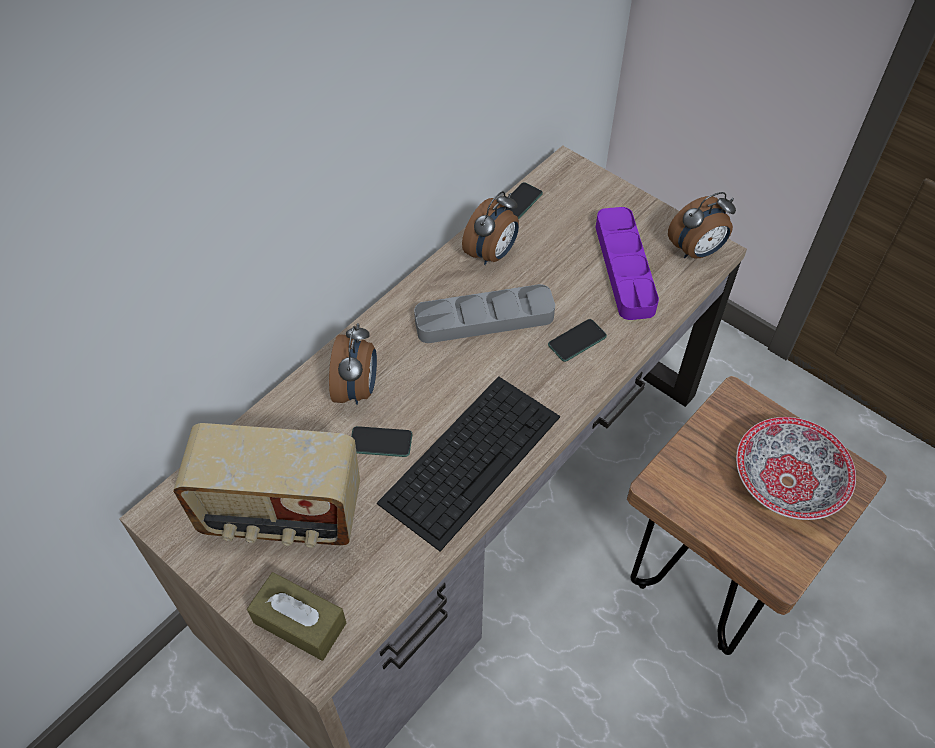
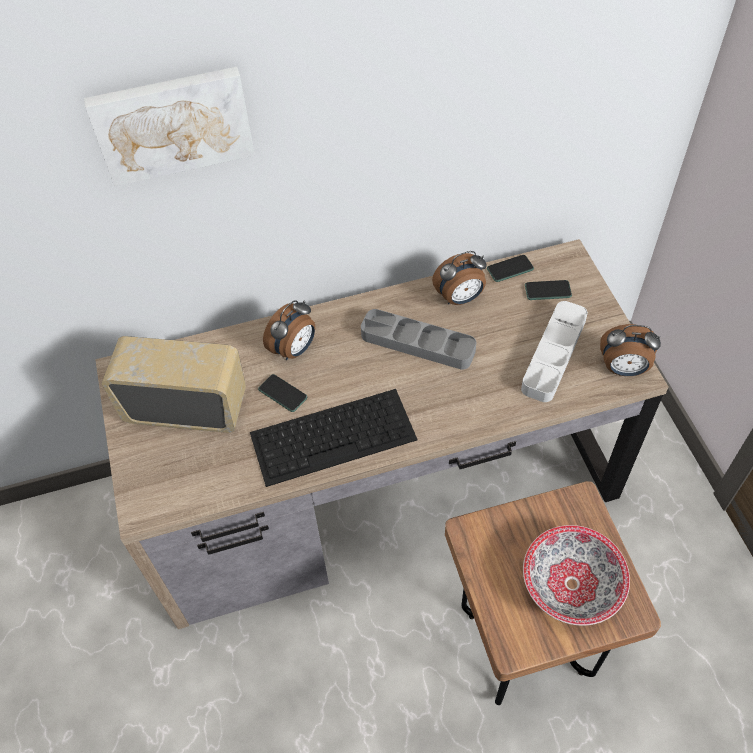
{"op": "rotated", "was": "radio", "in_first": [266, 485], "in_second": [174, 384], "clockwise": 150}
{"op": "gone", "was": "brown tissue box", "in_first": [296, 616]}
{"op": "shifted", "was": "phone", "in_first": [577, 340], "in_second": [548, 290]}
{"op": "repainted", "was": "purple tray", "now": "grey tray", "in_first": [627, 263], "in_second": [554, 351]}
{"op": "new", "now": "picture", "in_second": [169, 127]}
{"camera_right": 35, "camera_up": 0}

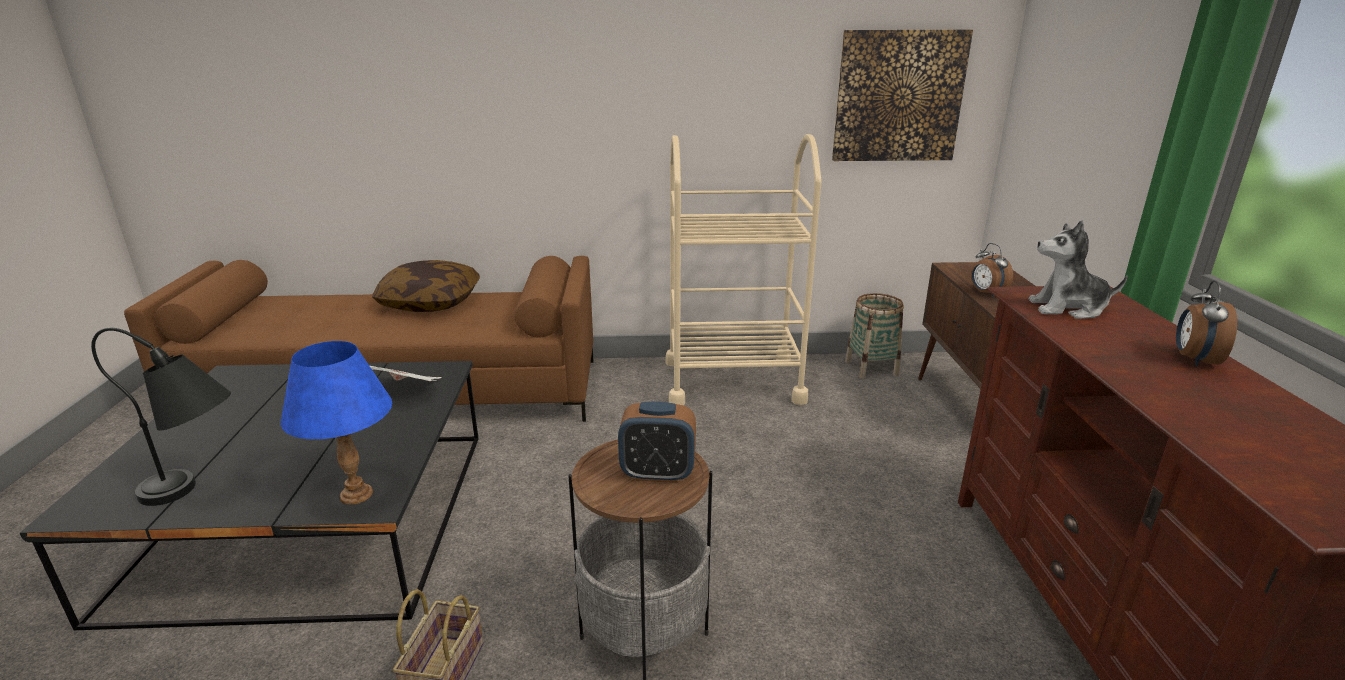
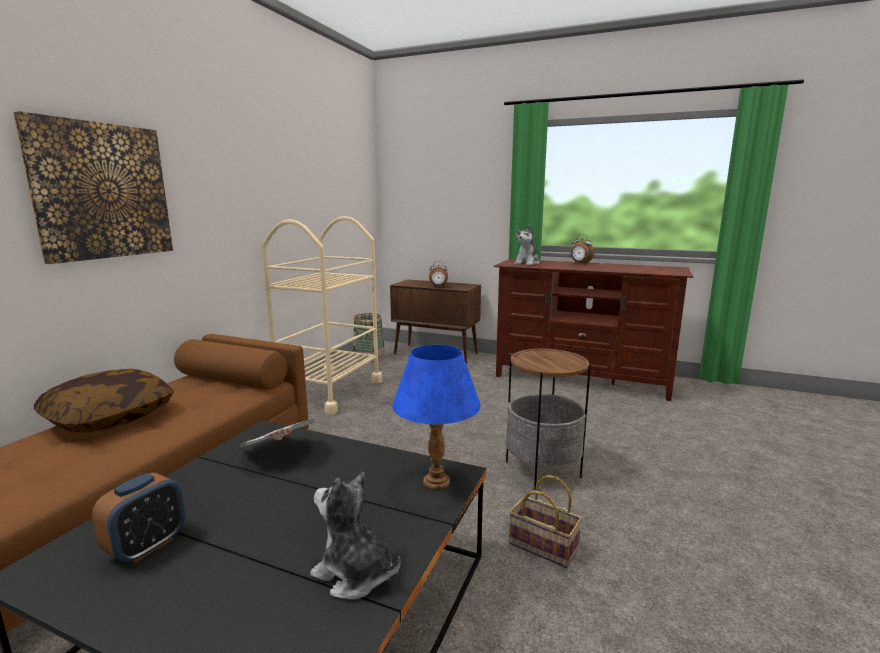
{"op": "swapped", "was": "black table lamp", "now": "plush toy", "in_first": [161, 417], "in_second": [355, 536]}
{"op": "shifted", "was": "alarm clock", "in_first": [657, 442], "in_second": [138, 518]}
{"op": "shifted", "was": "picture", "in_first": [902, 95], "in_second": [93, 187]}
{"camera_right": -65, "camera_up": -10}

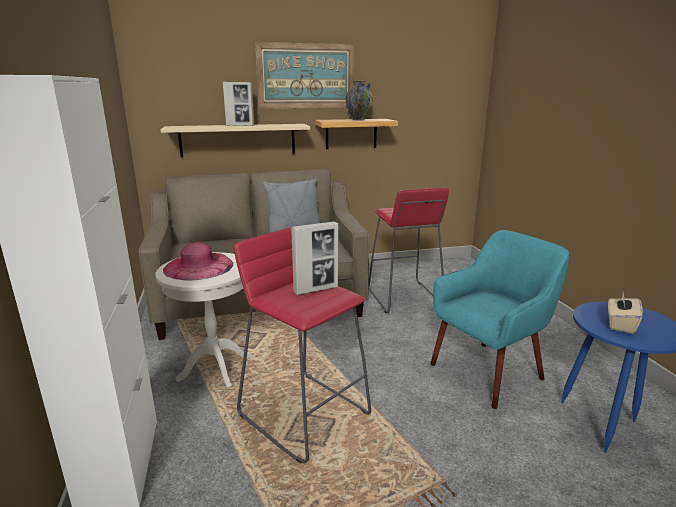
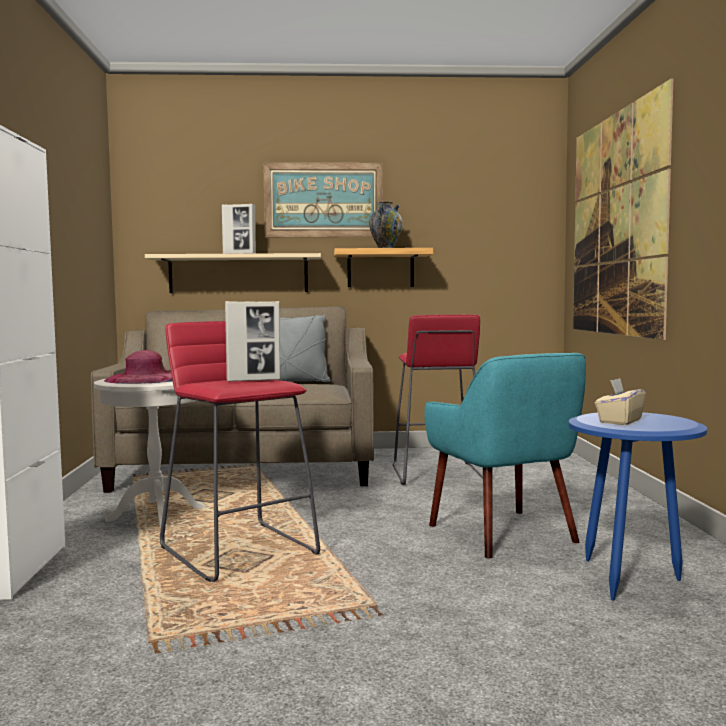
{"op": "rotated", "was": "turquoise armchair", "in_first": [500, 319], "in_second": [505, 456], "clockwise": 90}
{"op": "new", "now": "picture", "in_second": [623, 209]}
{"camera_right": 10, "camera_up": -15}

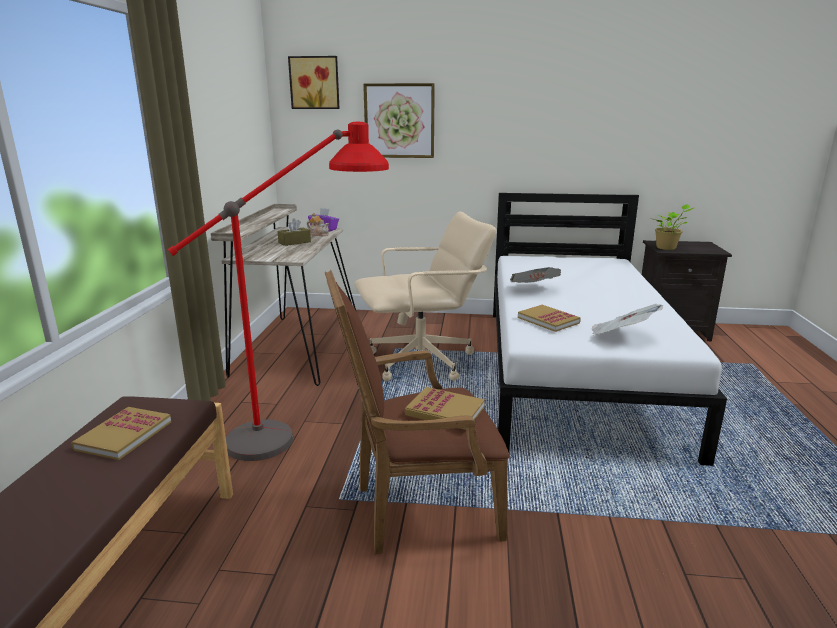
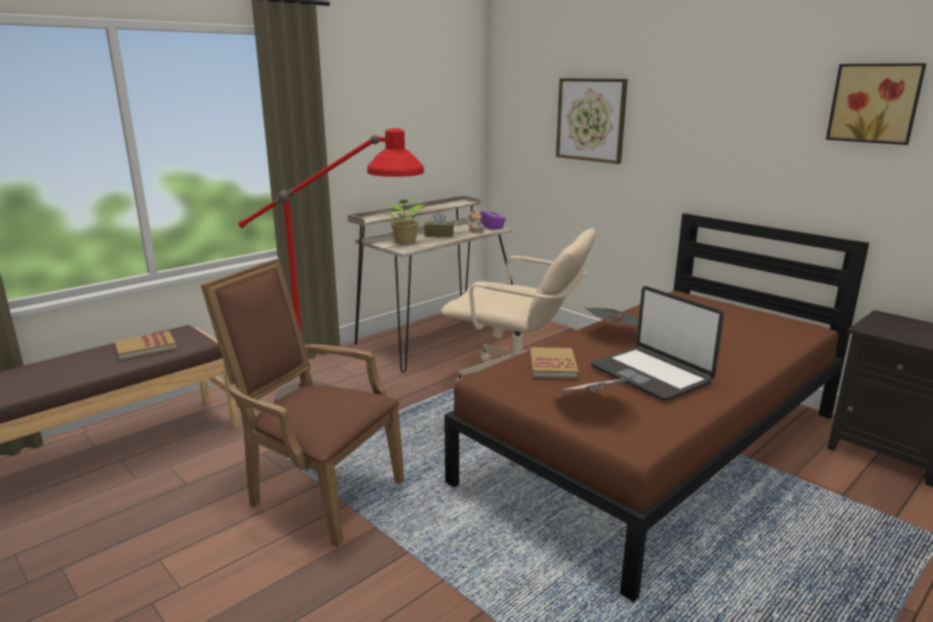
{"op": "shifted", "was": "picture", "in_first": [314, 82], "in_second": [876, 104]}
{"op": "gone", "was": "book", "in_first": [445, 408]}
{"op": "repainted", "was": "white bed", "now": "brown bed", "in_first": [610, 329], "in_second": [656, 407]}
{"op": "shifted", "was": "potted plant", "in_first": [673, 227], "in_second": [406, 220]}
{"op": "new", "now": "laptop", "in_second": [657, 343]}
{"camera_right": 40, "camera_up": 0}

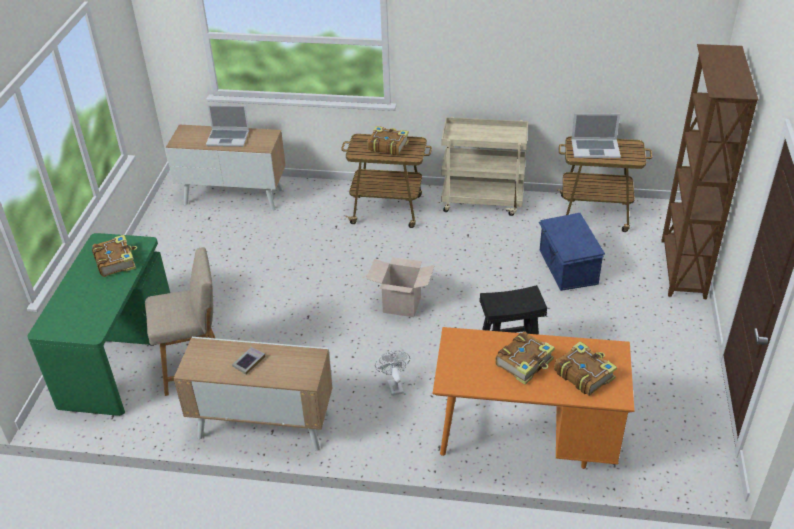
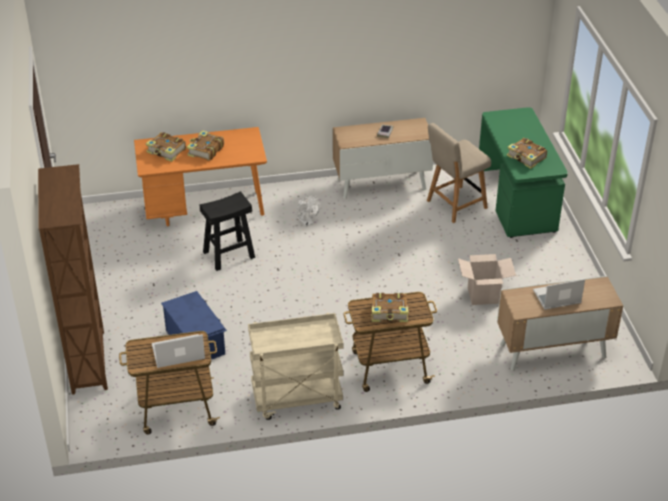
{"op": "shifted", "was": "cardboard box", "in_first": [400, 287], "in_second": [487, 279]}
{"camera_right": 160, "camera_up": 0}

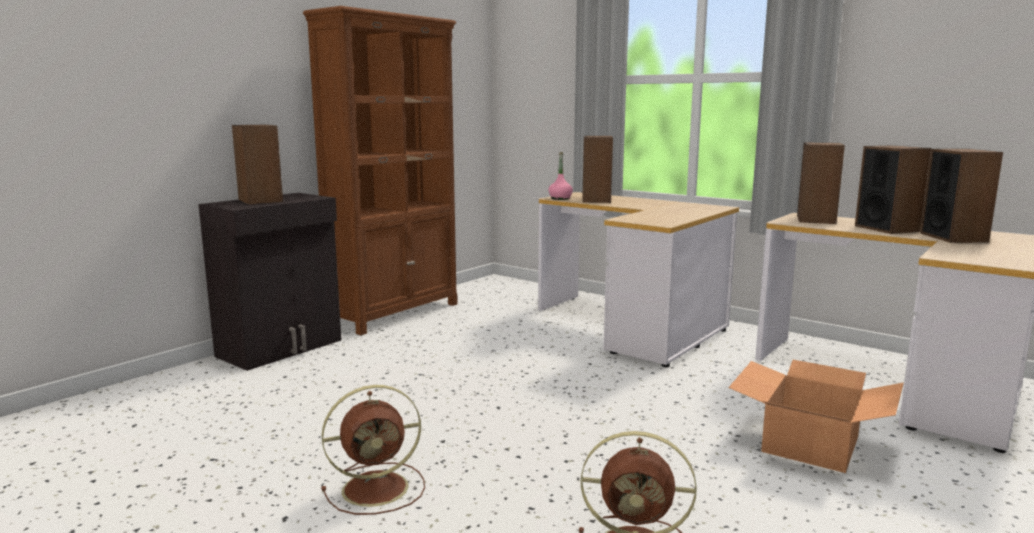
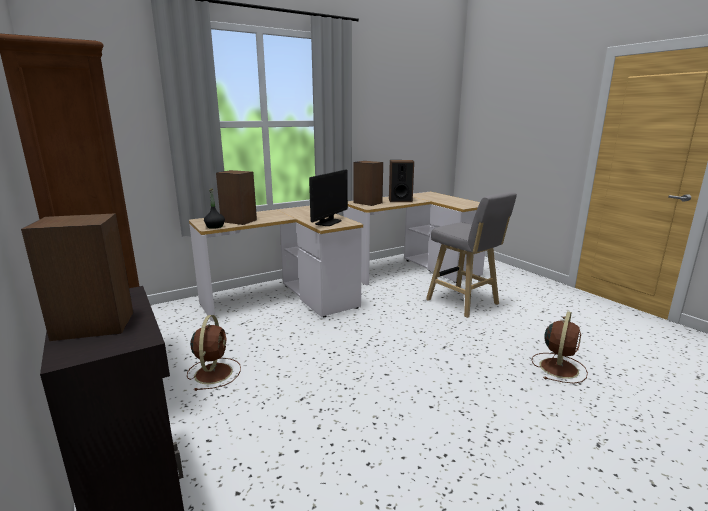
{"op": "shifted", "was": "brown fan", "in_first": [373, 450], "in_second": [214, 353]}
{"op": "repainted", "was": "pink bottle", "now": "black bottle", "in_first": [561, 176], "in_second": [214, 208]}
{"op": "swapped", "was": "cardboard box", "now": "grey stool", "in_first": [816, 416], "in_second": [471, 255]}
{"op": "gone", "was": "speaker", "in_first": [961, 196]}
{"op": "new", "now": "monitor", "in_second": [328, 198]}
{"camera_right": -70, "camera_up": 5}

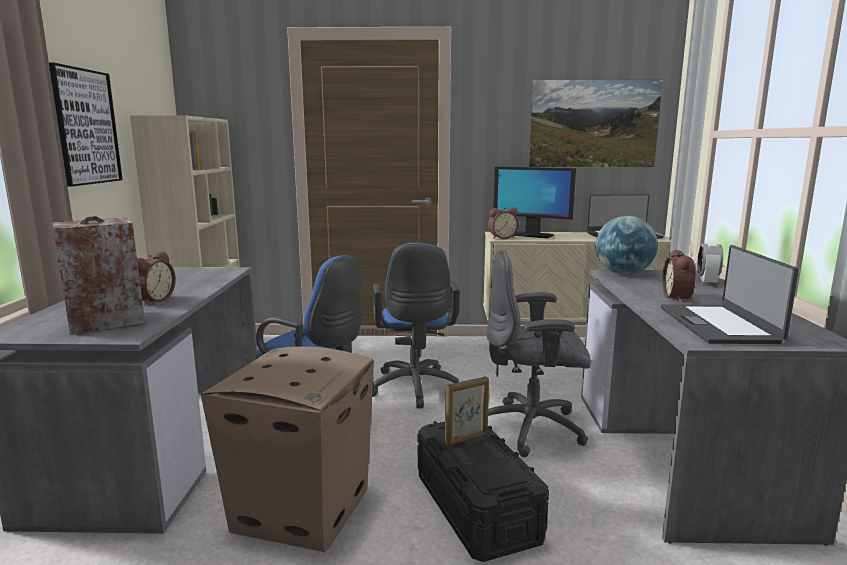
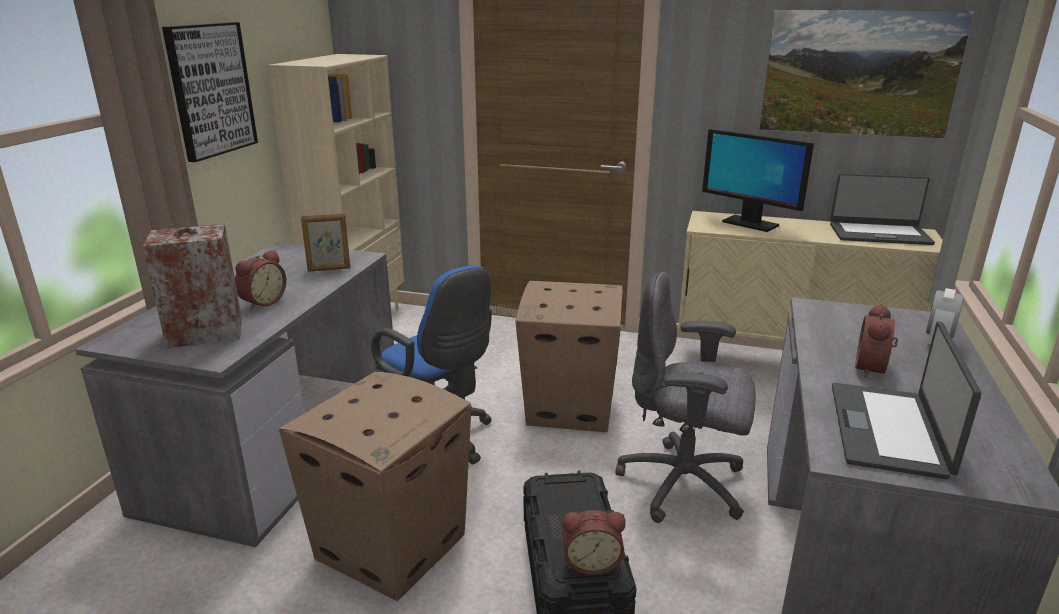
{"op": "swapped", "was": "blue office chair", "now": "cardboard box", "in_first": [416, 326], "in_second": [569, 356]}
{"op": "shifted", "was": "picture frame", "in_first": [467, 411], "in_second": [325, 242]}
{"op": "shifted", "was": "alarm clock", "in_first": [503, 223], "in_second": [594, 542]}
{"op": "gone", "was": "globe", "in_first": [626, 245]}
{"camera_right": 15, "camera_up": 10}

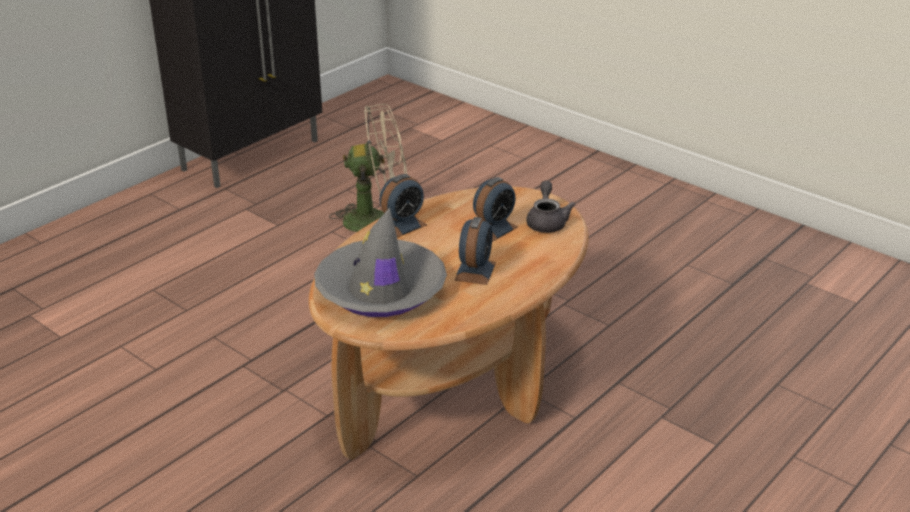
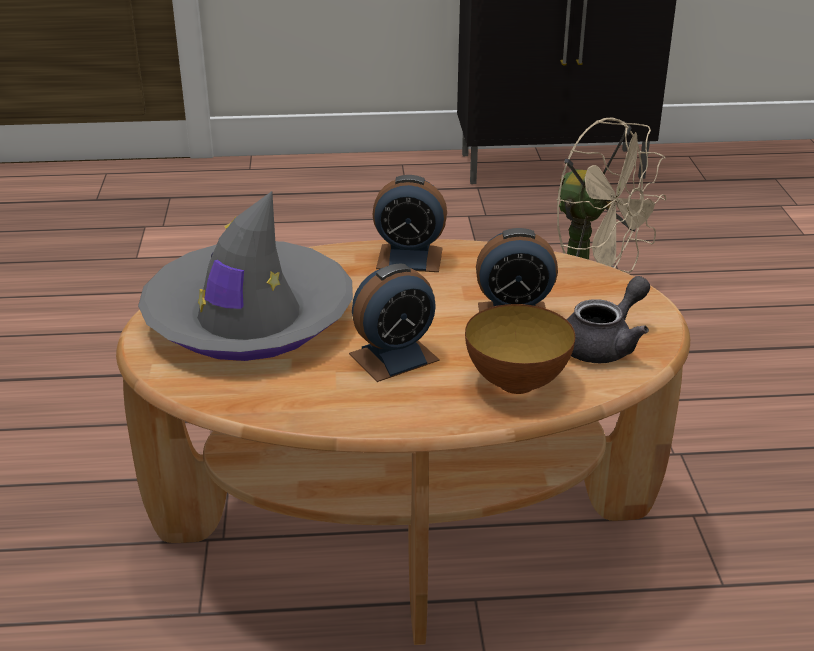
{"op": "new", "now": "bowl", "in_second": [520, 349]}
{"camera_right": 45, "camera_up": 0}

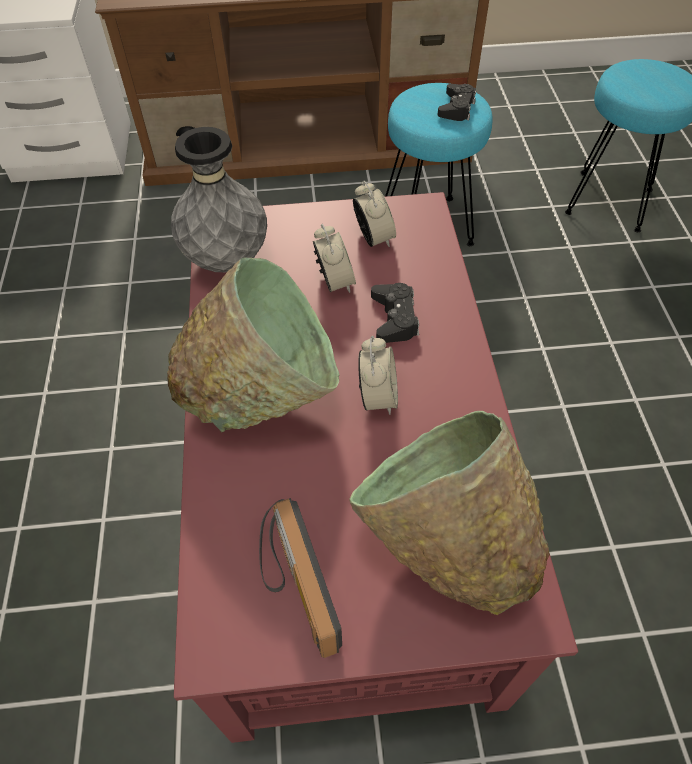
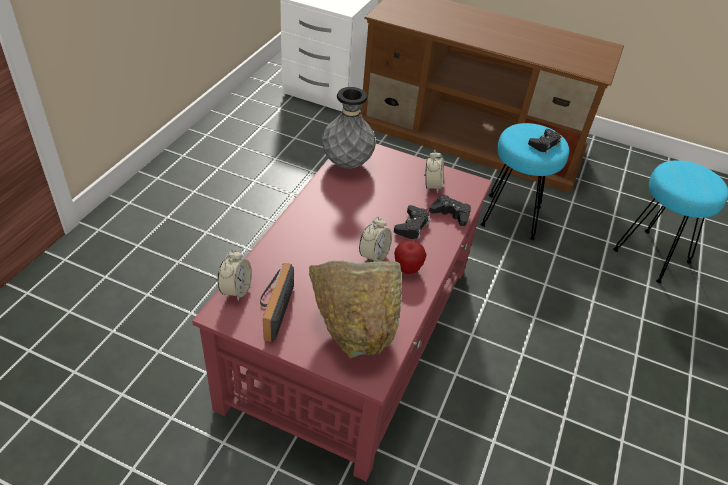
{"op": "gone", "was": "green bowl", "in_first": [253, 345]}
{"op": "shifted", "was": "alarm clock", "in_first": [334, 258], "in_second": [235, 275]}
{"op": "new", "now": "apple", "in_second": [410, 257]}
{"op": "new", "now": "black game controller", "in_second": [450, 210]}
{"camera_right": 25, "camera_up": -10}

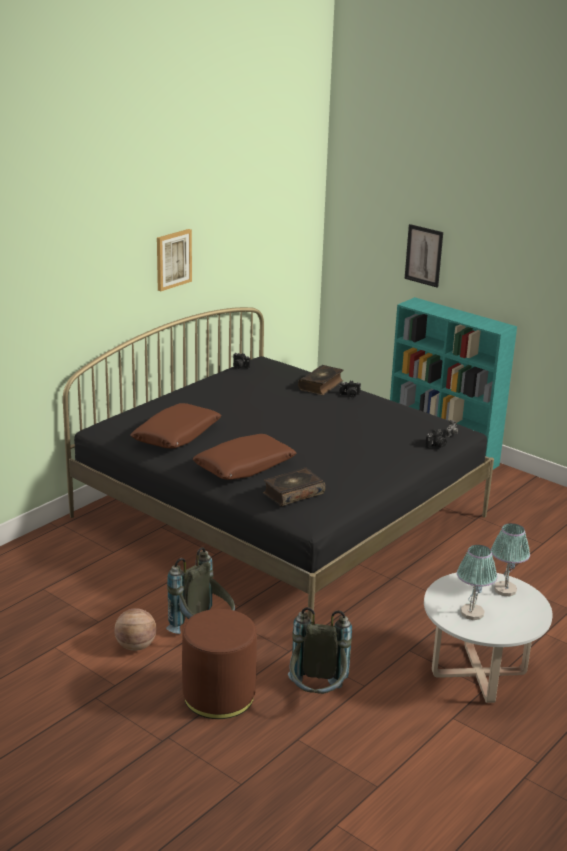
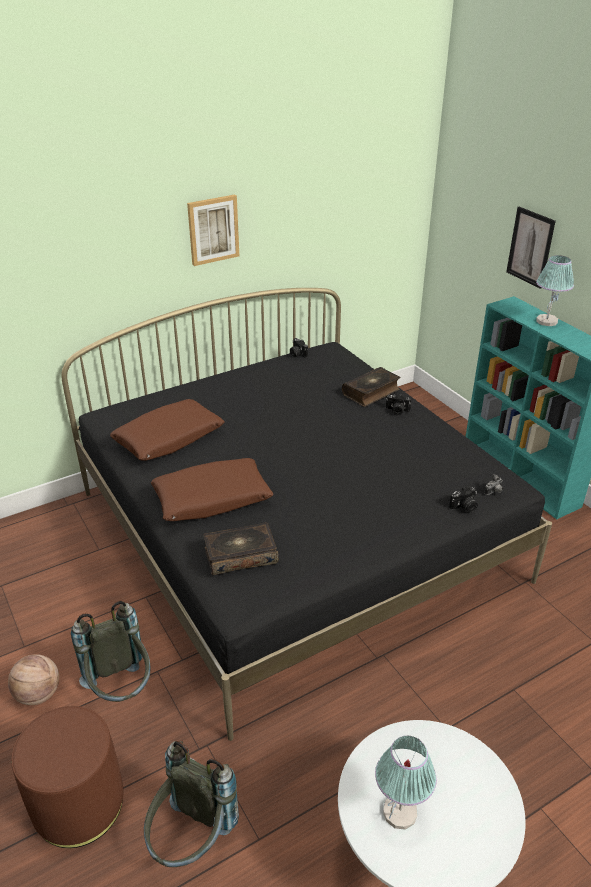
{"op": "shifted", "was": "table lamp", "in_first": [510, 559], "in_second": [555, 290]}
{"camera_right": 20, "camera_up": 10}

